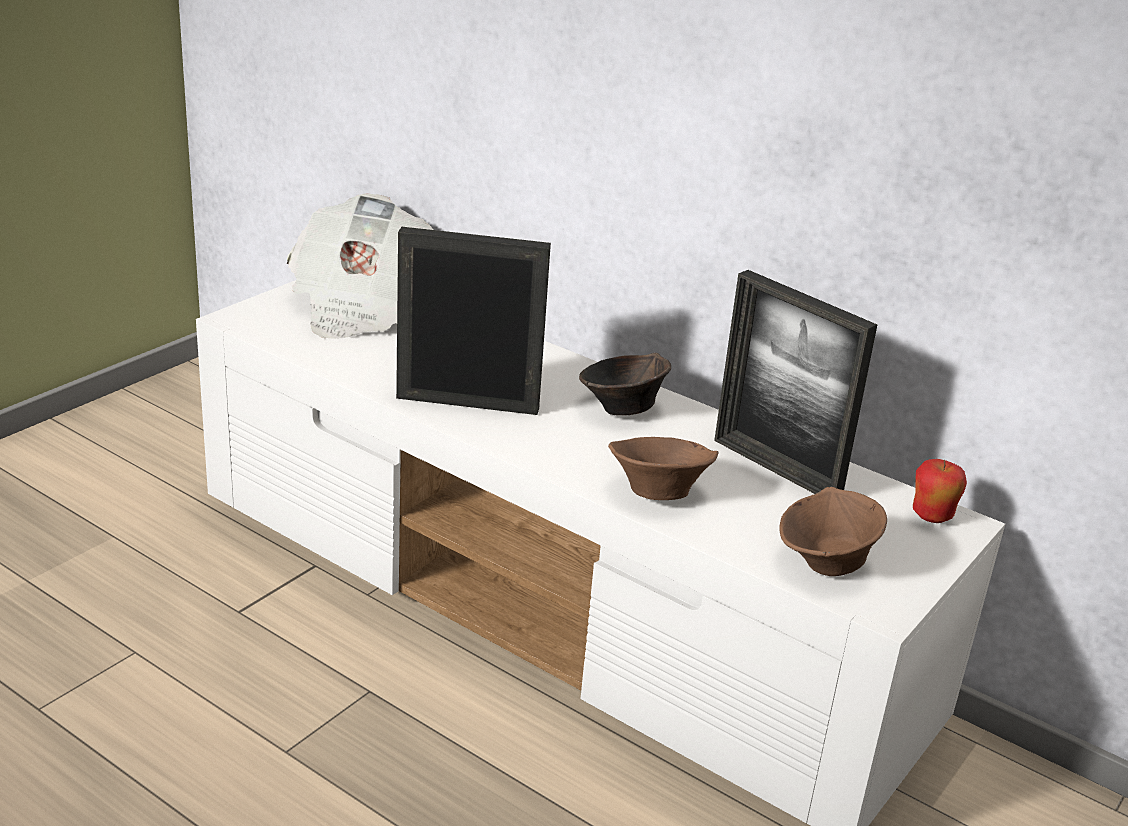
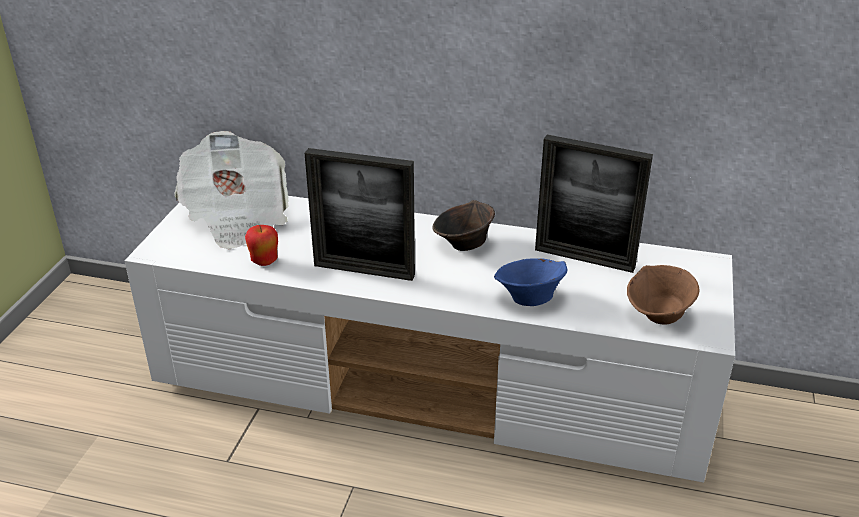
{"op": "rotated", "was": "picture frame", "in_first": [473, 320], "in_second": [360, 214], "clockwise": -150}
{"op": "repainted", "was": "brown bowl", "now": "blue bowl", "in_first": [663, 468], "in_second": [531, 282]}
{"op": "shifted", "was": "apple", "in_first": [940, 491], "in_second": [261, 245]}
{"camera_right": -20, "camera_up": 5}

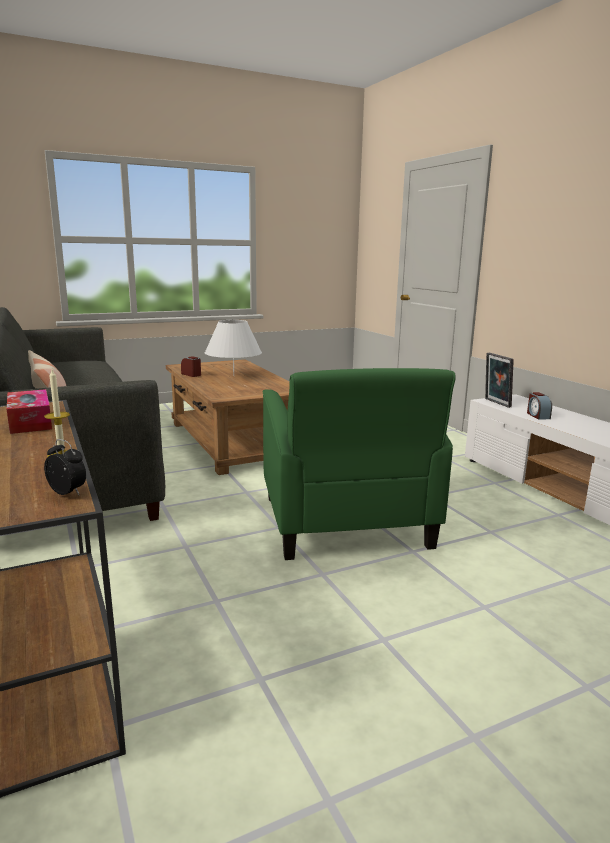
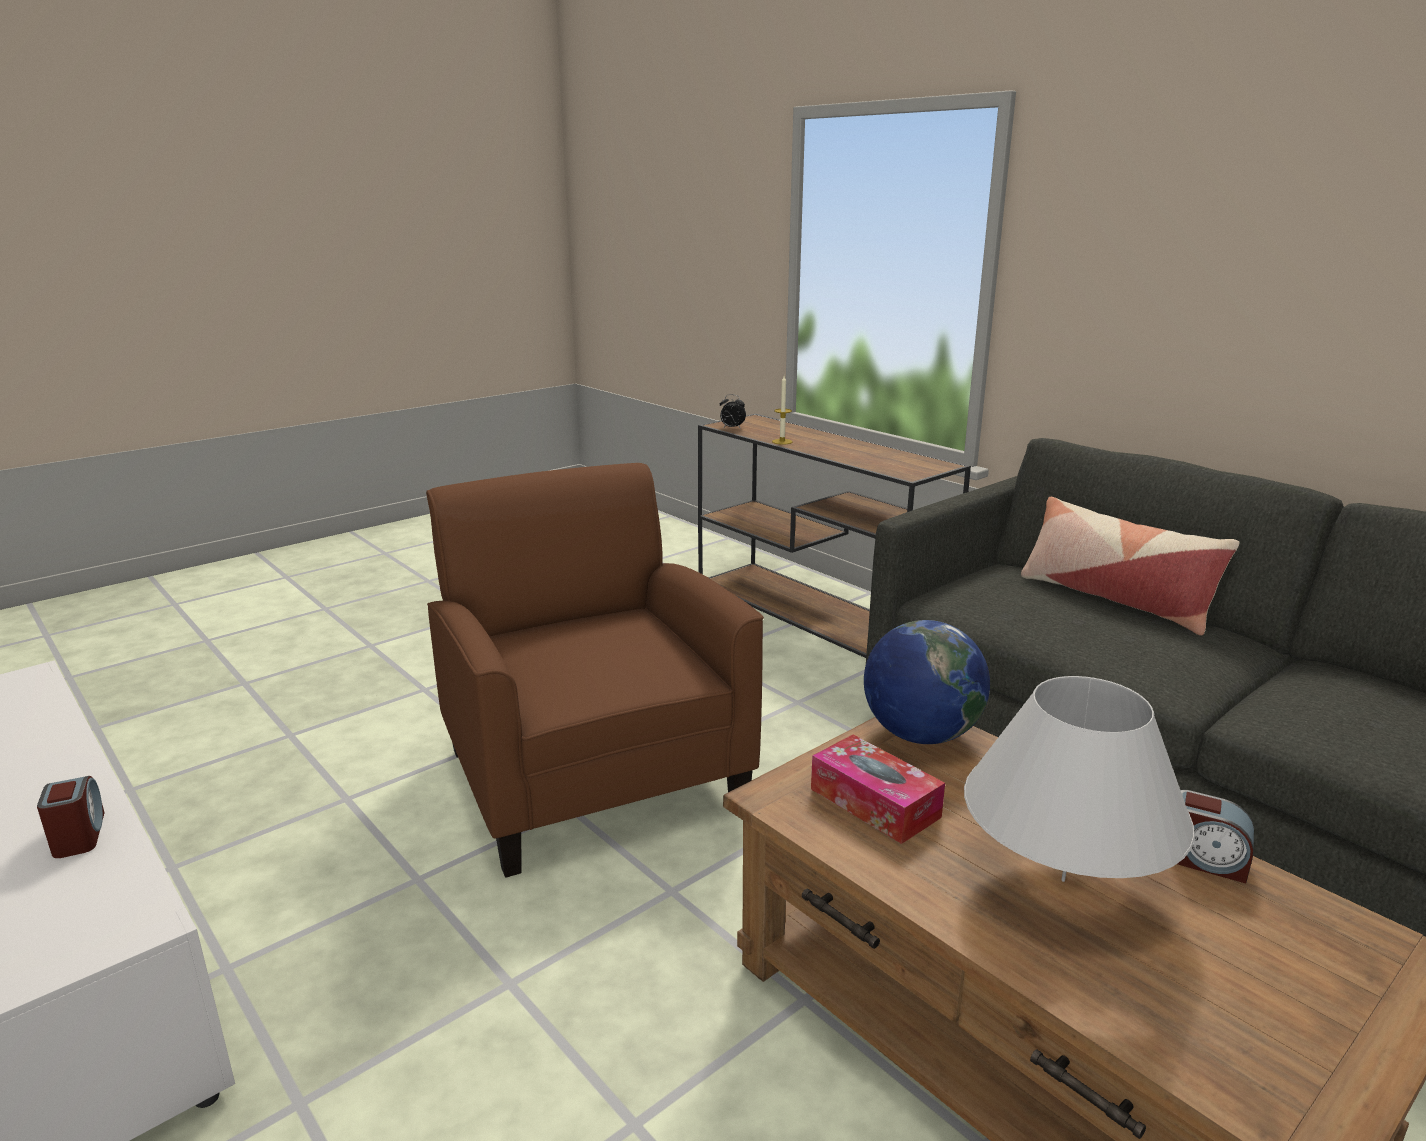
{"op": "shifted", "was": "tissue box", "in_first": [29, 411], "in_second": [878, 789]}
{"op": "repainted", "was": "green armchair", "now": "brown armchair", "in_first": [359, 464], "in_second": [595, 670]}
{"op": "gone", "was": "picture frame", "in_first": [499, 380]}
{"op": "new", "now": "globe", "in_second": [927, 682]}
{"camera_right": 165, "camera_up": 5}

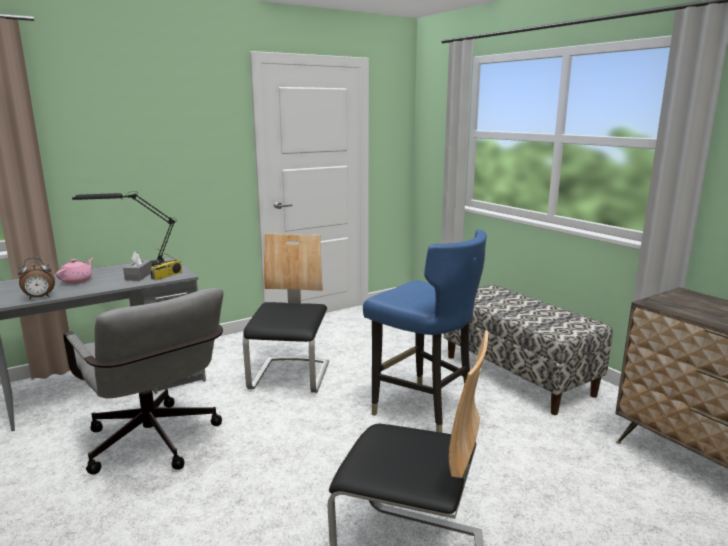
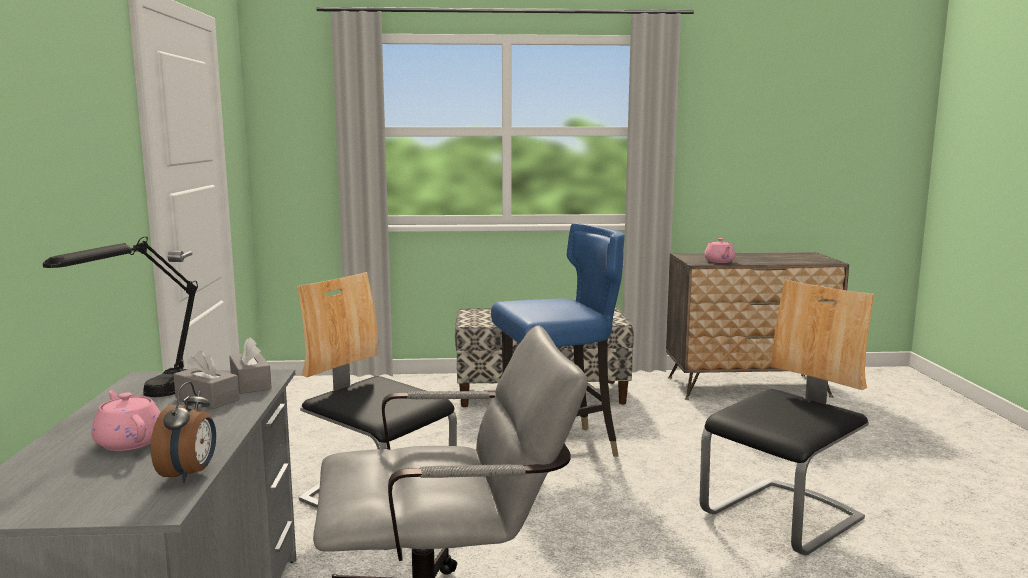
{"op": "swapped", "was": "radio", "now": "grey tissue box", "in_first": [166, 263], "in_second": [250, 365]}
{"op": "new", "now": "pink teapot", "in_second": [719, 250]}
{"camera_right": -60, "camera_up": -5}

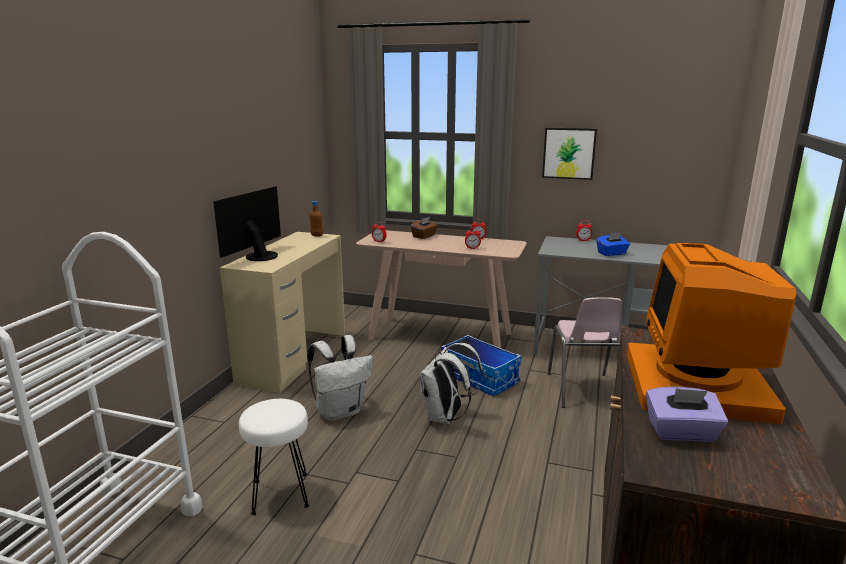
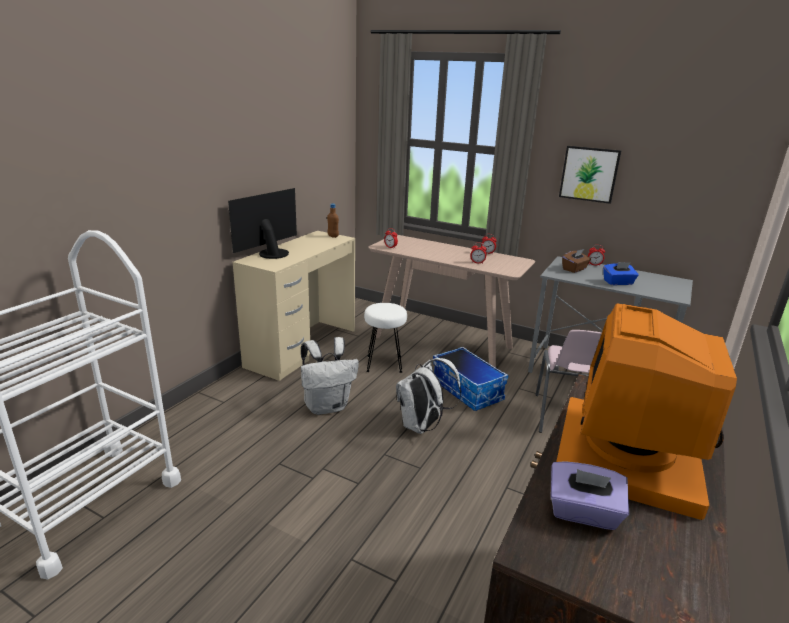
{"op": "shifted", "was": "white stool", "in_first": [274, 457], "in_second": [385, 338]}
{"op": "shifted", "was": "brown tissue box", "in_first": [424, 228], "in_second": [576, 261]}
{"camera_right": 10, "camera_up": 5}

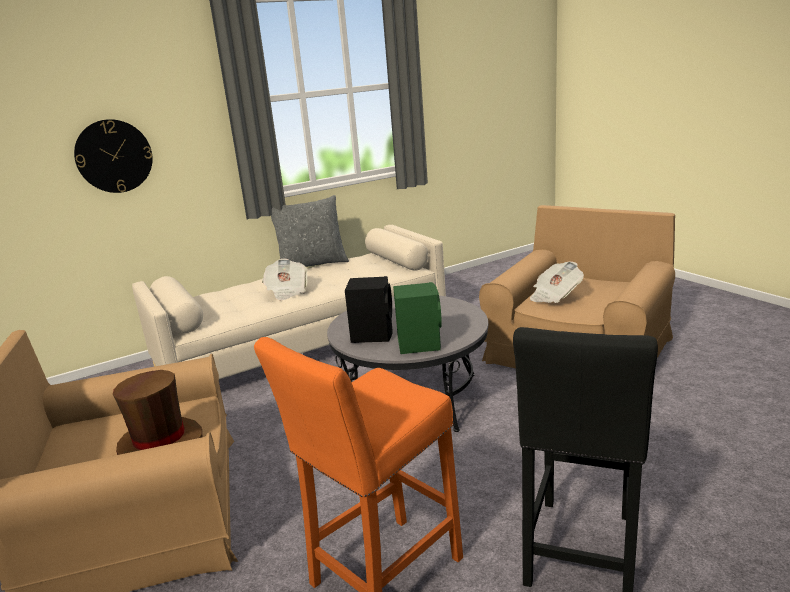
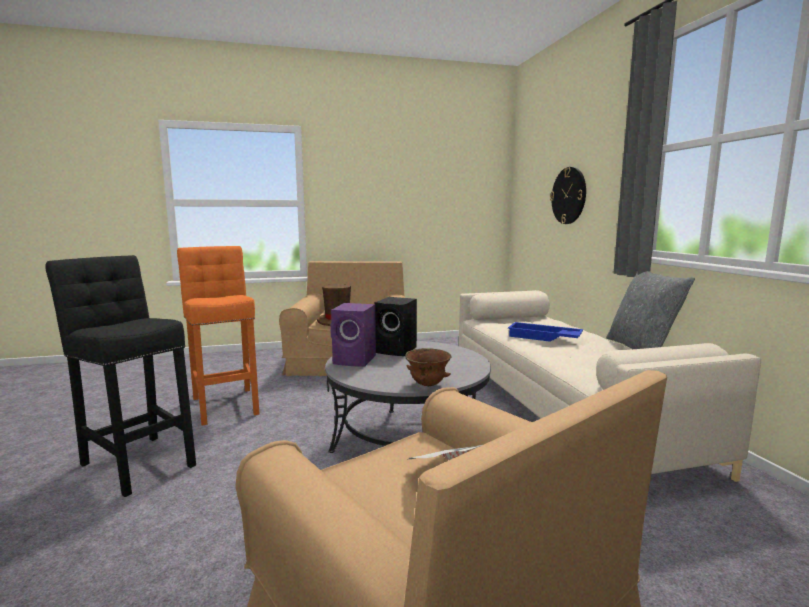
{"op": "swapped", "was": "newspaper", "now": "blue tray", "in_first": [285, 280], "in_second": [545, 332]}
{"op": "repainted", "was": "green speaker", "now": "purple speaker", "in_first": [417, 318], "in_second": [353, 334]}
{"op": "new", "now": "brown bowl", "in_second": [428, 367]}
{"camera_right": 105, "camera_up": -10}

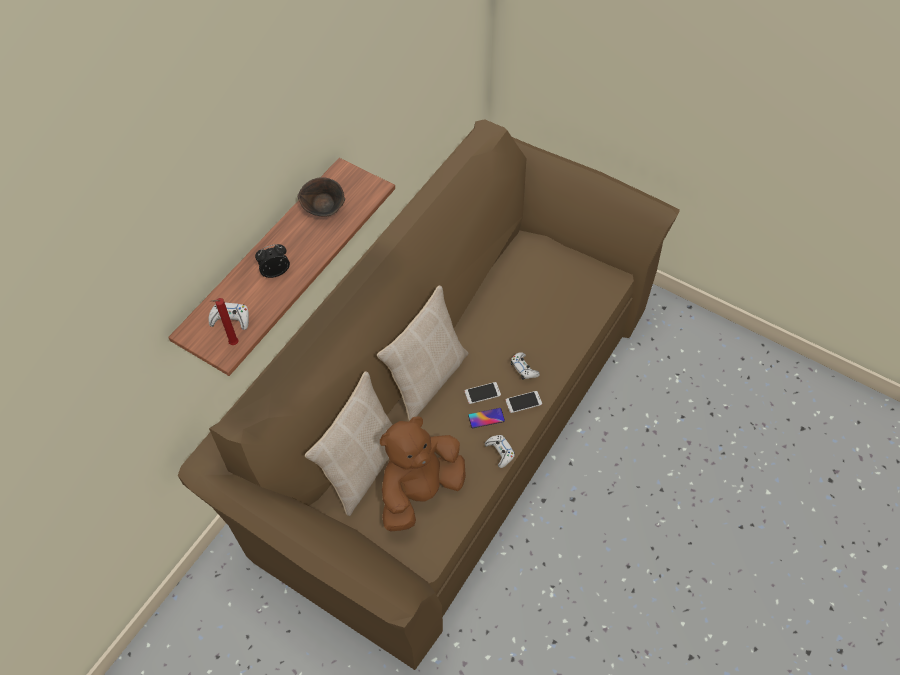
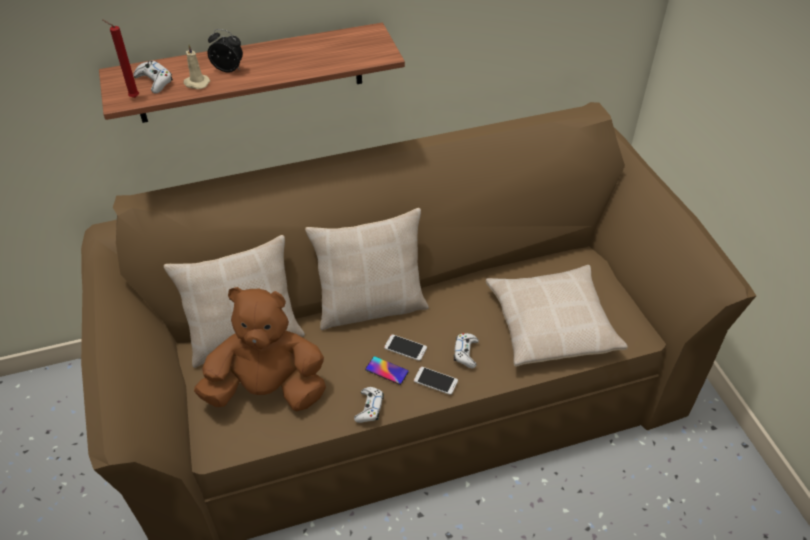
{"op": "gone", "was": "brown bowl", "in_first": [321, 196]}
{"op": "new", "now": "beige candle", "in_second": [196, 66]}
{"op": "new", "now": "beige pillow", "in_second": [557, 316]}
{"camera_right": 40, "camera_up": -10}

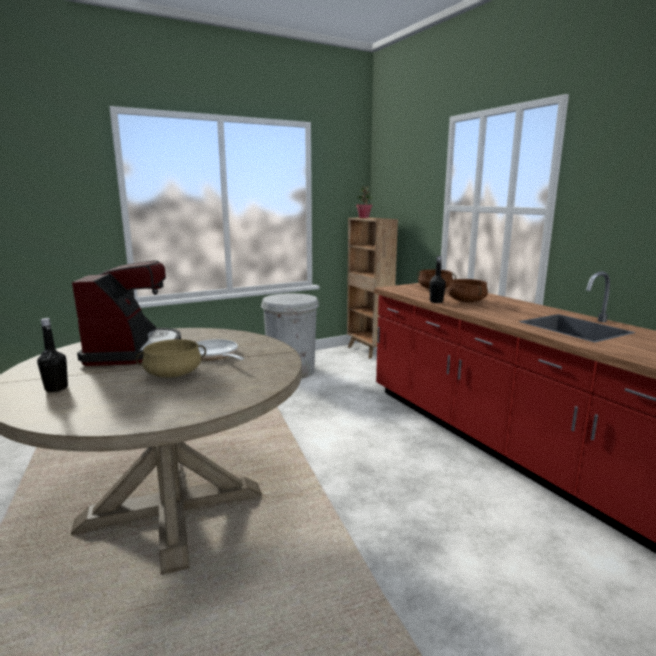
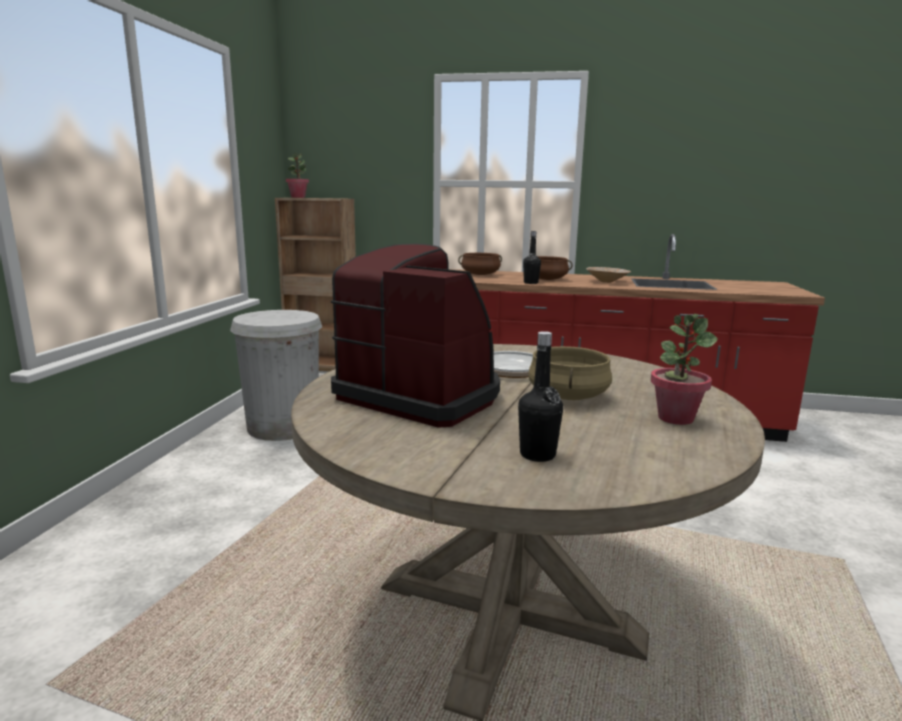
{"op": "new", "now": "beige bowl", "in_second": [608, 275]}
{"op": "new", "now": "potted plant", "in_second": [684, 369]}
{"camera_right": -50, "camera_up": 0}

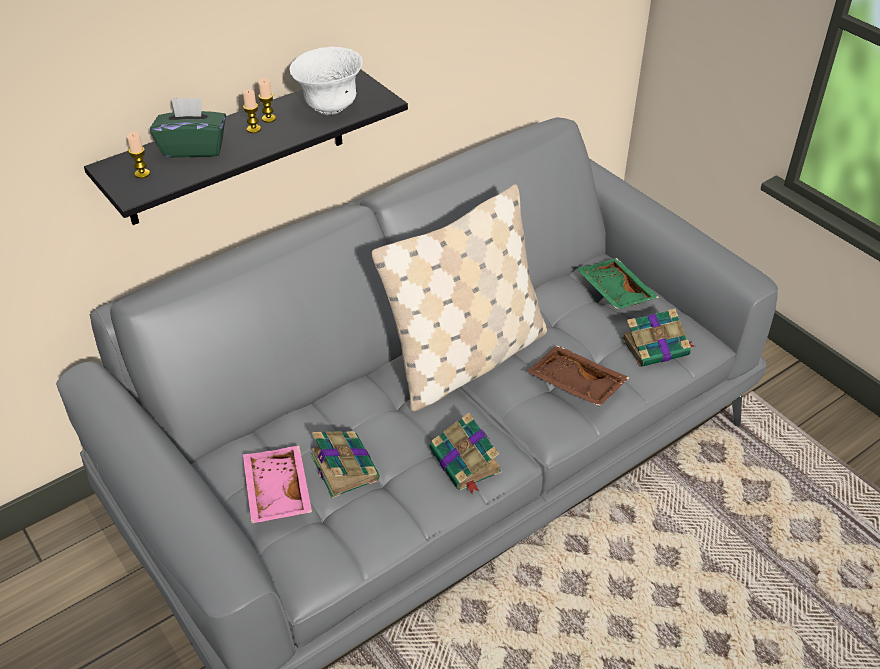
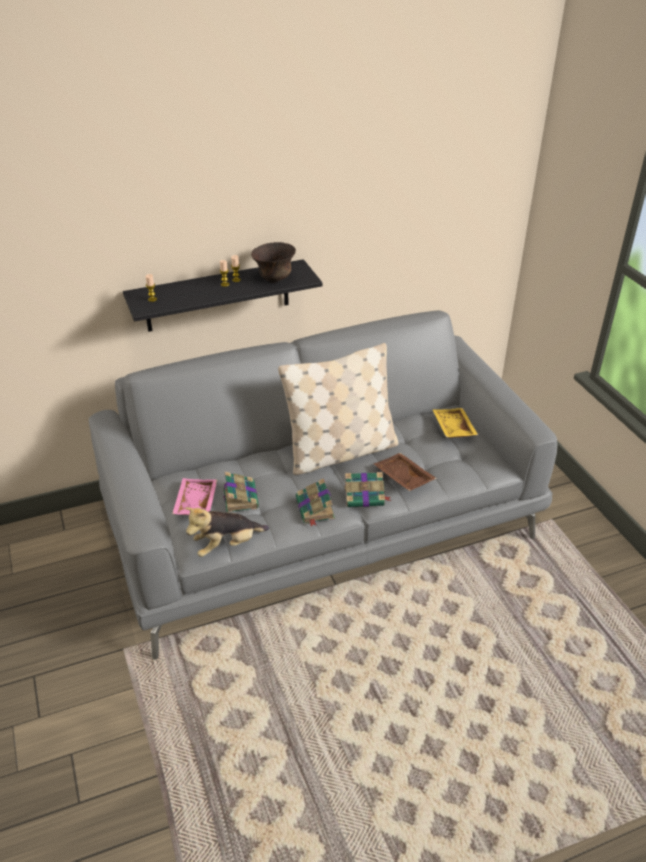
{"op": "gone", "was": "green tissue box", "in_first": [188, 128]}
{"op": "repainted", "was": "white bowl", "now": "brown bowl", "in_first": [326, 81], "in_second": [273, 262]}
{"op": "repainted", "was": "green tray", "now": "yellow tray", "in_first": [618, 283], "in_second": [455, 423]}
{"op": "shifted", "was": "book", "in_first": [657, 337], "in_second": [368, 489]}
{"op": "new", "now": "plush toy", "in_second": [227, 532]}
{"camera_right": 15, "camera_up": -5}

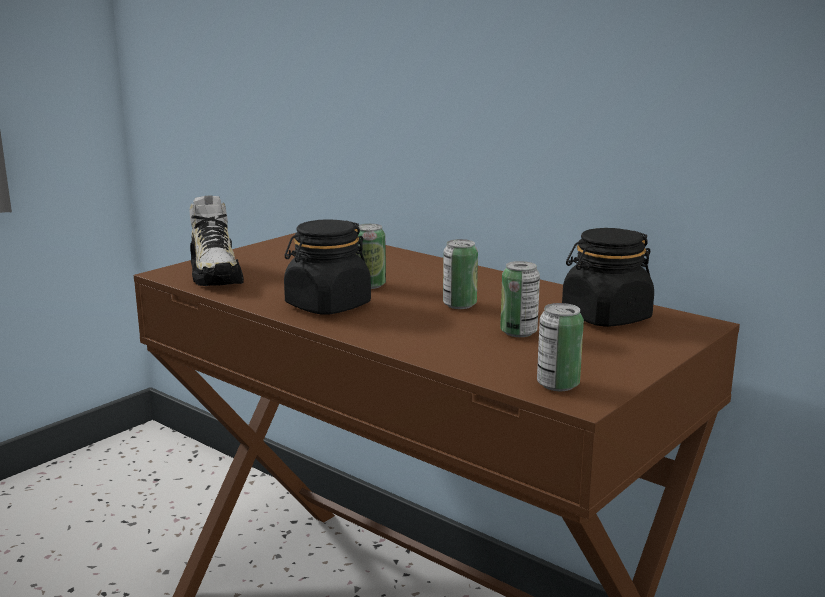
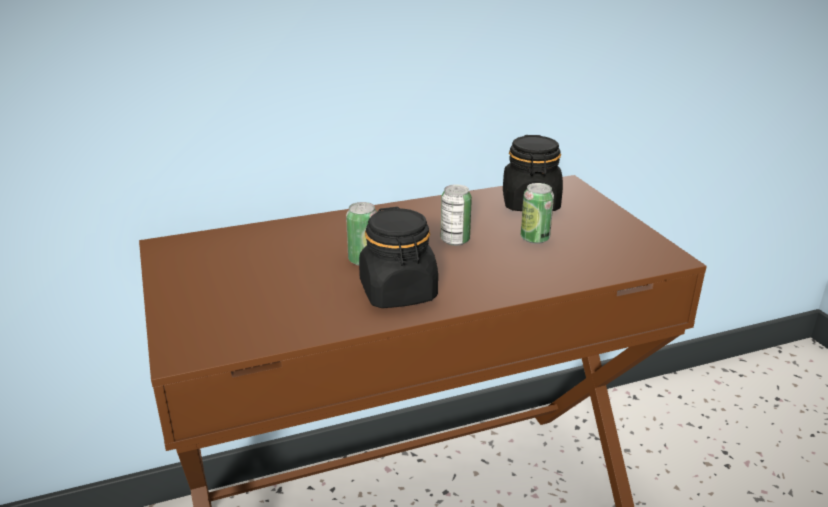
{"op": "gone", "was": "shoe", "in_first": [216, 240]}
{"op": "gone", "was": "can", "in_first": [560, 347]}
{"camera_right": -60, "camera_up": 10}

